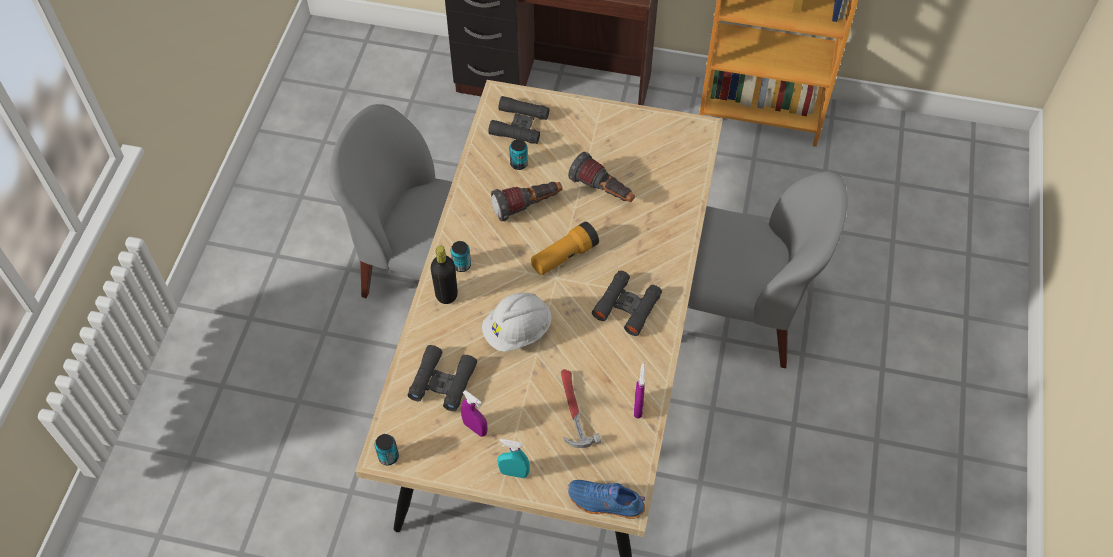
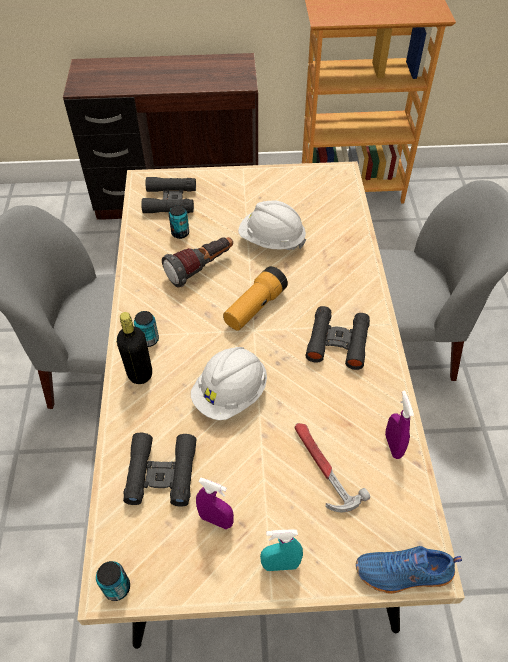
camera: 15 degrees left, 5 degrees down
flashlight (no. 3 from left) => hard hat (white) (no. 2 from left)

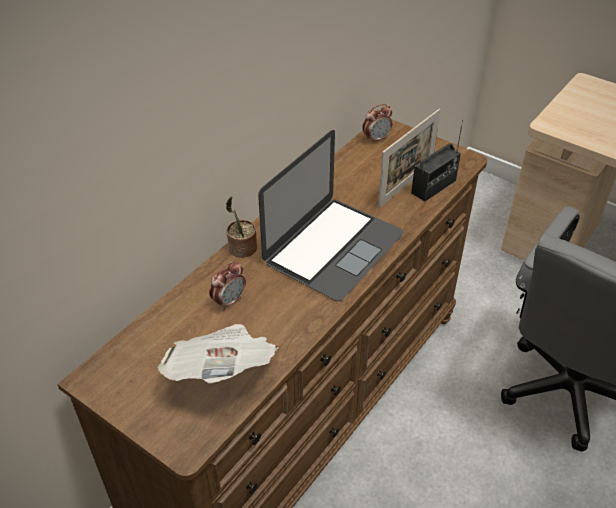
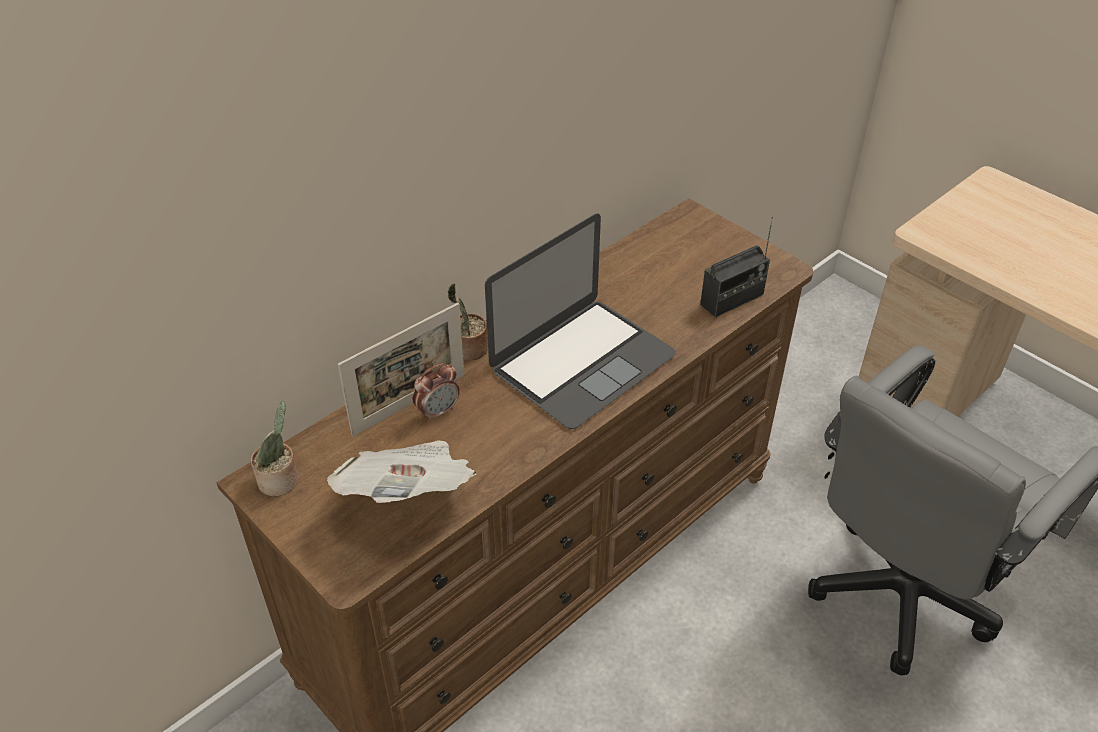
camera: 10 degrees right, 0 degrees up
alarm clock (no. 2 from left) => nothing
picture frame, shifted
nothing => potted plant (no. 1 from left)

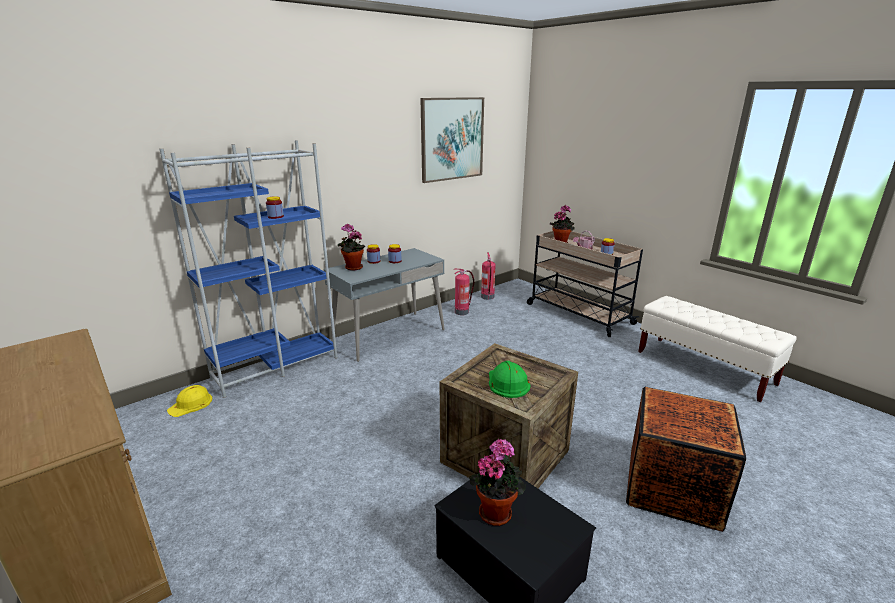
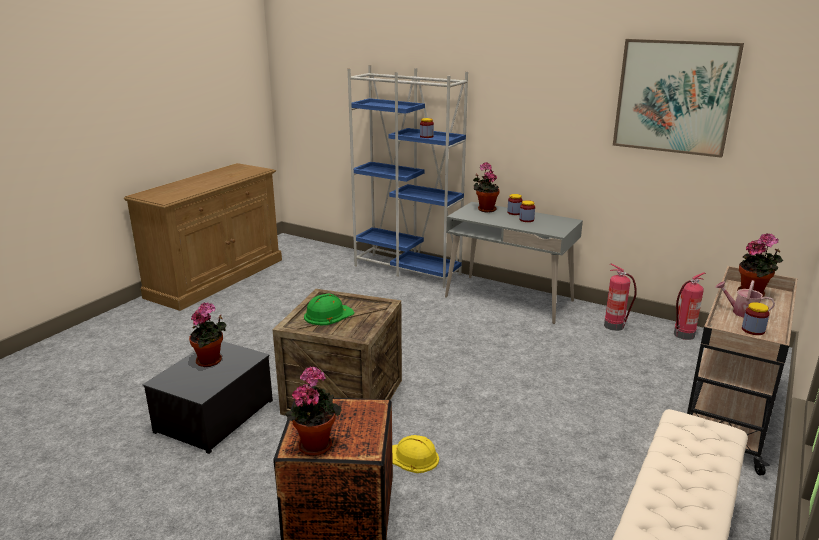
camera: 70 degrees right, 0 degrees up
hard hat (yellow), shifted
nothing => potted plant (no. 2 from left)

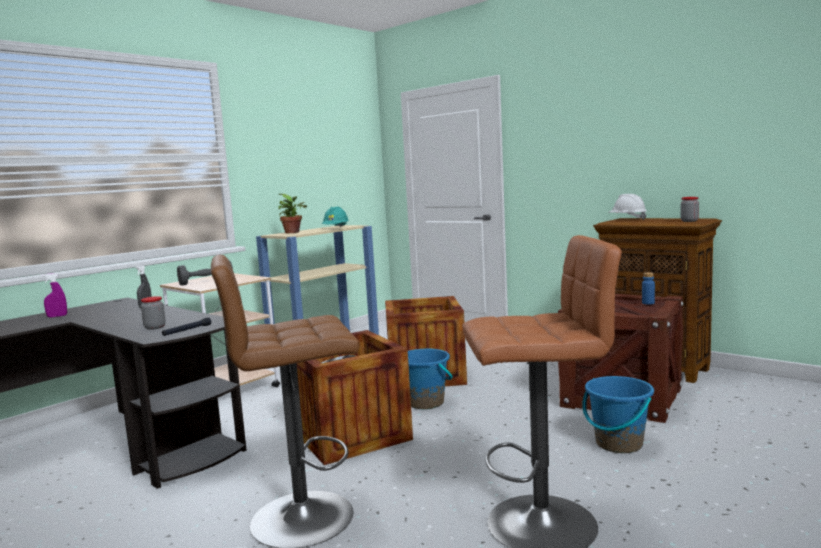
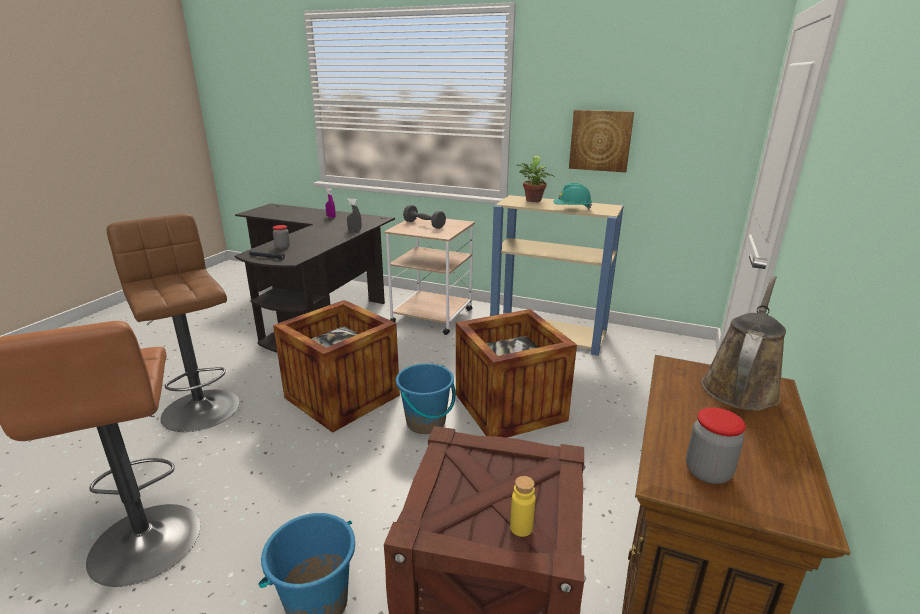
camera: 70 degrees right, 15 degrees up
hard hat (white) => watering can (brown)
bottle (blue) => bottle (yellow)
nothing => picture

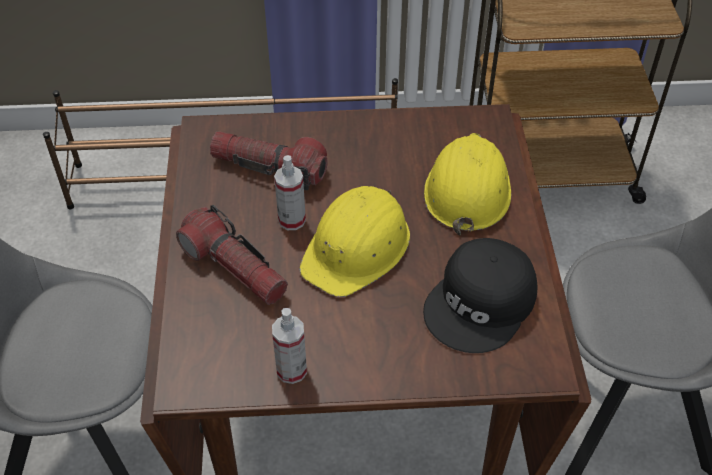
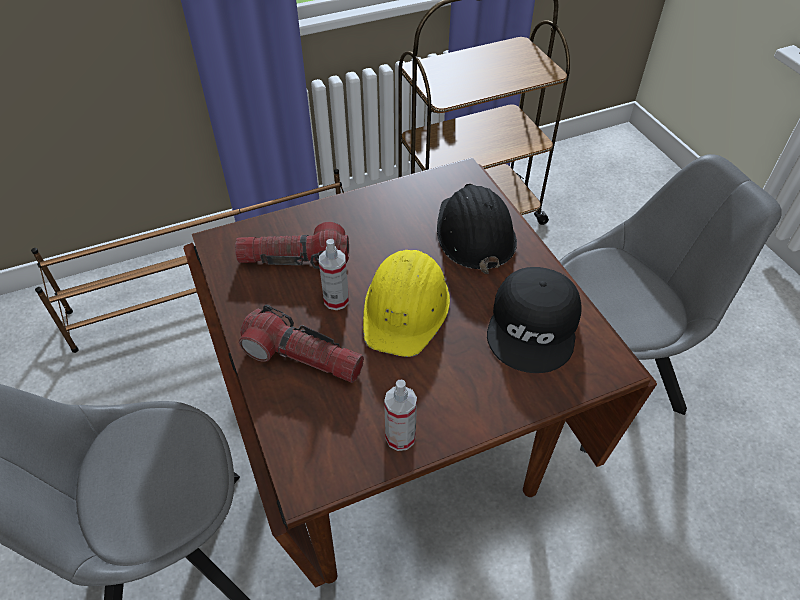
camera: 20 degrees left, 0 degrees up
hard hat (yellow) (no. 2 from left) => hard hat (black)

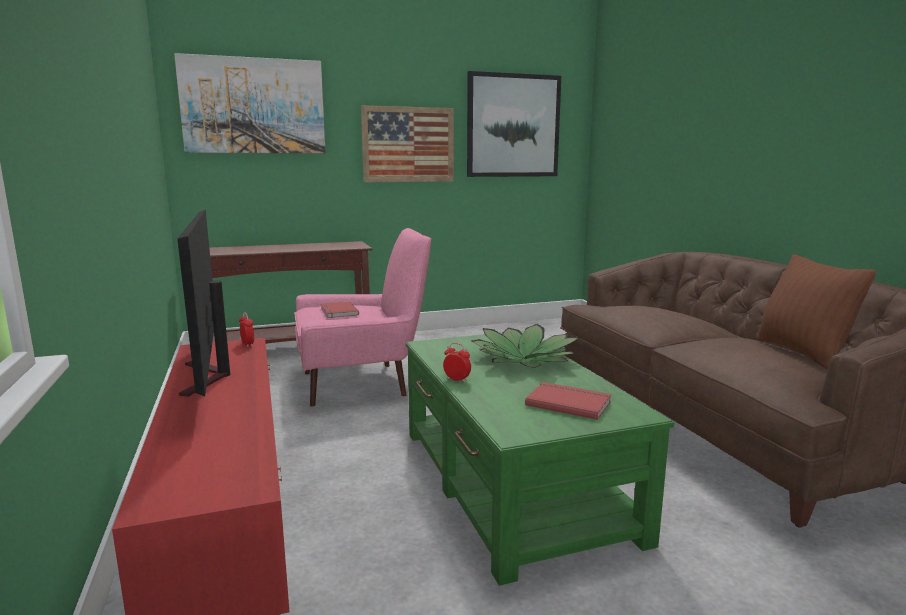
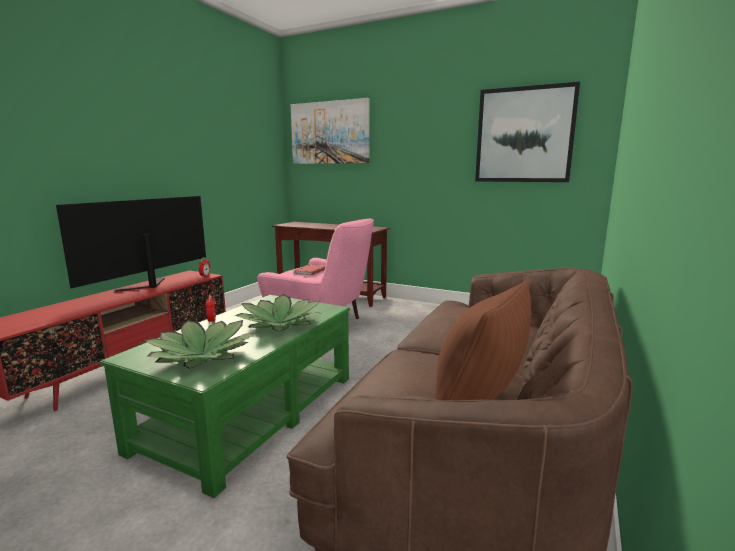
camera: 45 degrees right, 0 degrees up
picture (no. 2 from left) => nothing
book (red) (no. 2 from left) => potted plant (no. 1 from left)

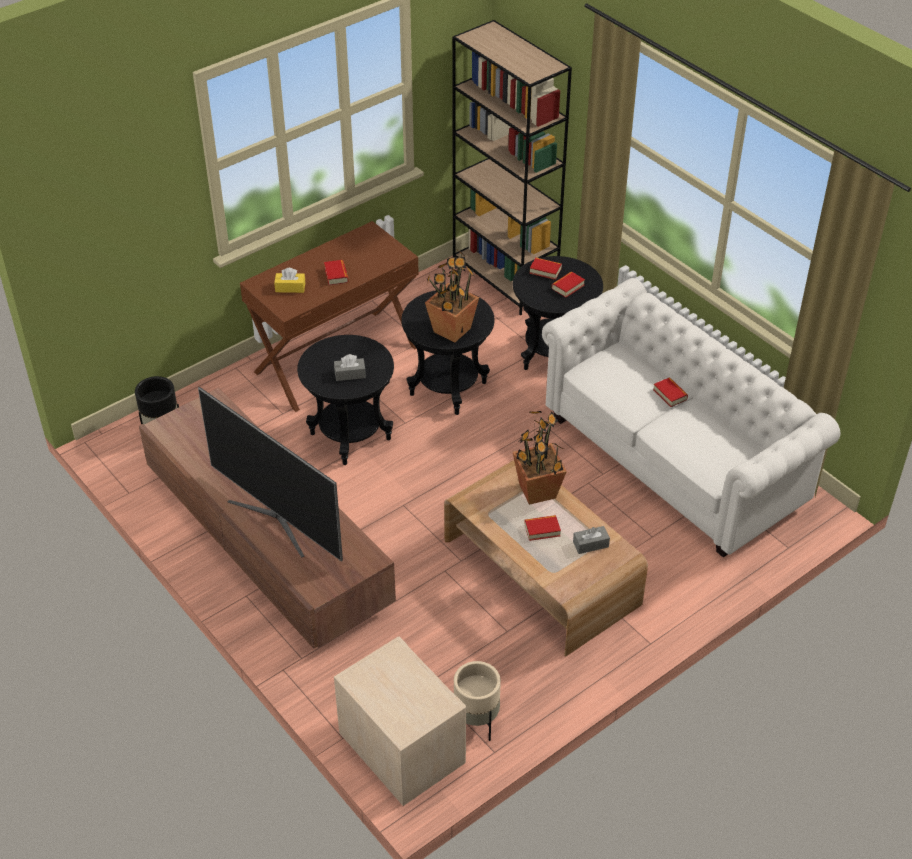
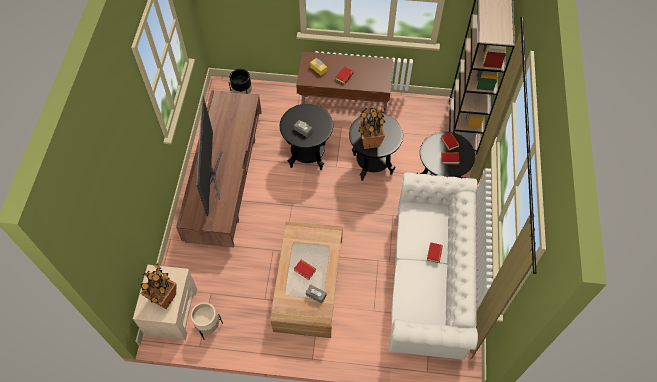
camera: 45 degrees right, 15 degrees up
potted plant (no. 2 from left in the first image) => potted plant (no. 1 from left), shifted

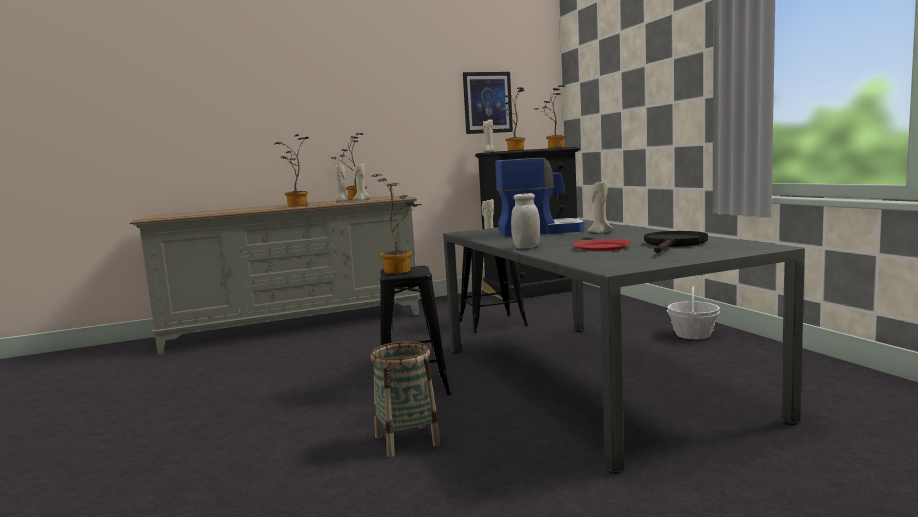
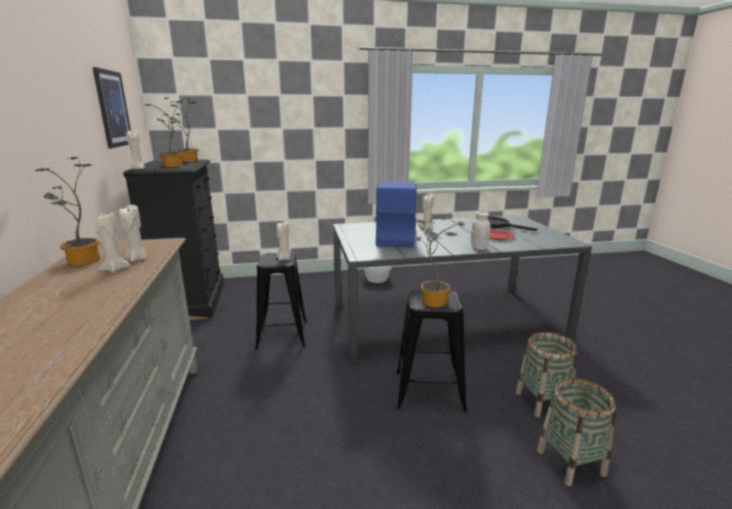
camera: 80 degrees left, 10 degrees up
potted plant (no. 1 from left) => nothing
nothing => basket (no. 3 from left)

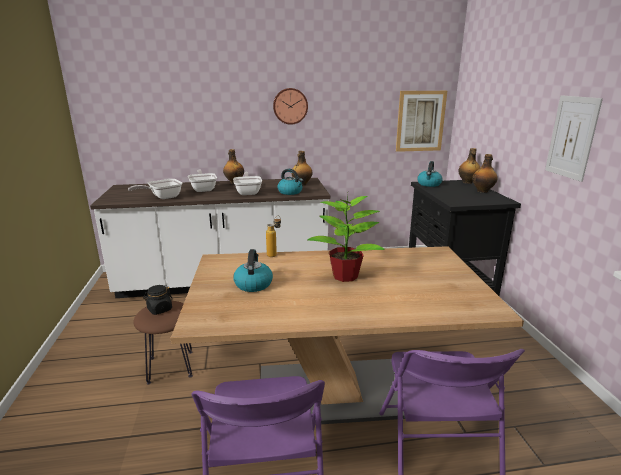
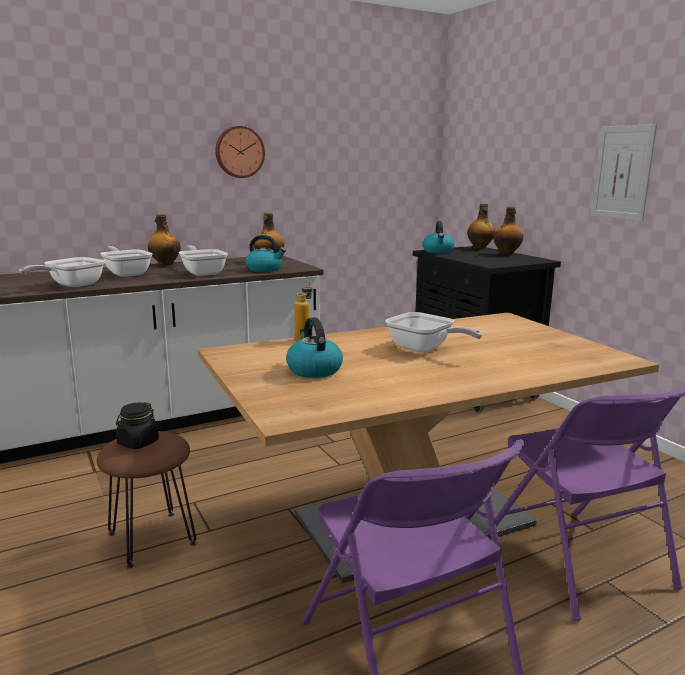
camera: 20 degrees left, 5 degrees down
picture (no. 1 from left) => nothing
potted plant => frying pan (no. 4 from left)

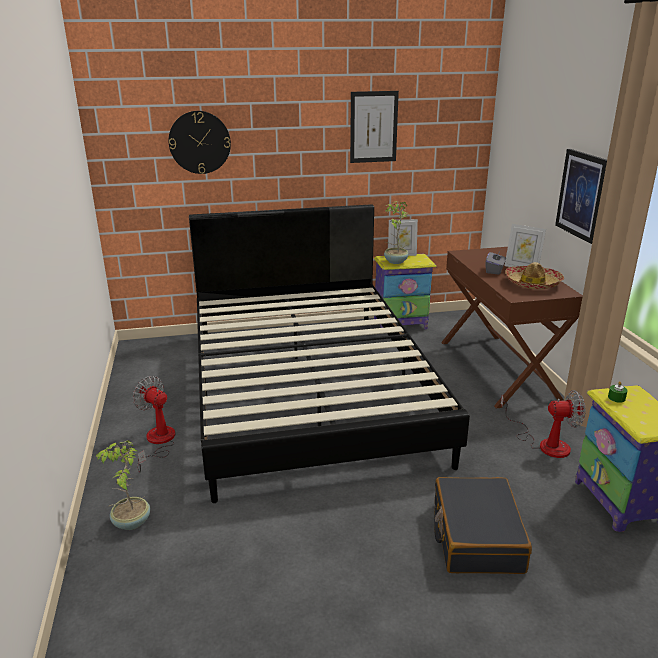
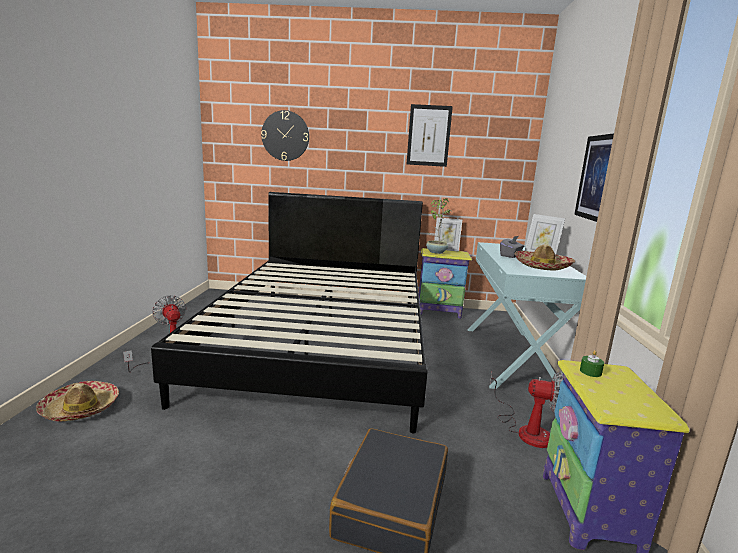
camera: 15 degrees right, 10 degrees down
desk (brown) => desk (turquoise)
potted plant (no. 1 from left) => hat (no. 1 from left)

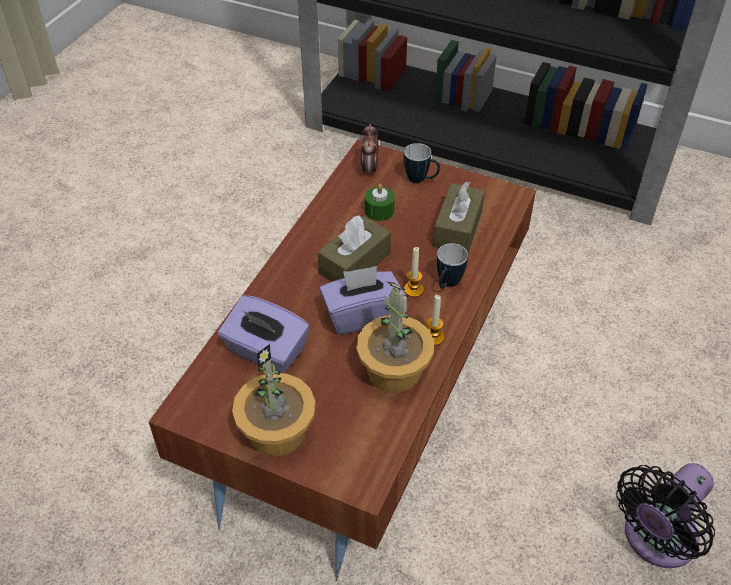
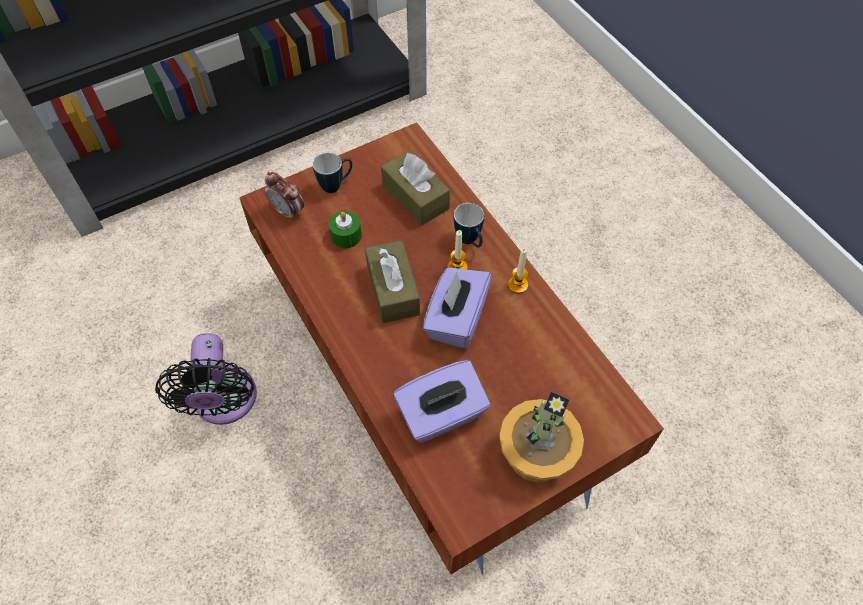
camera: 55 degrees left, 10 degrees up
potted plant (no. 2 from left) => nothing
fan (black), shifted

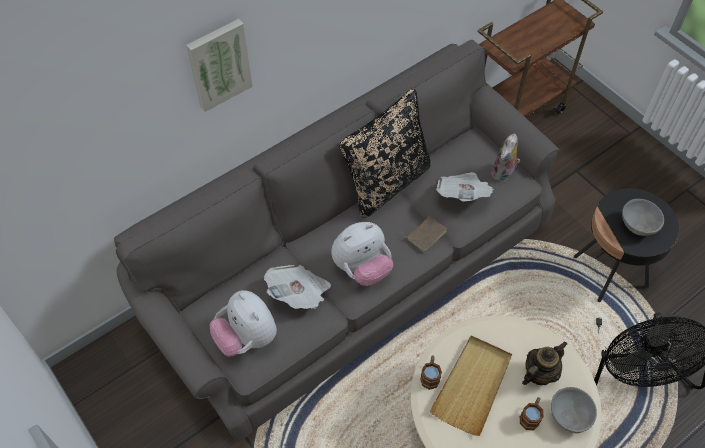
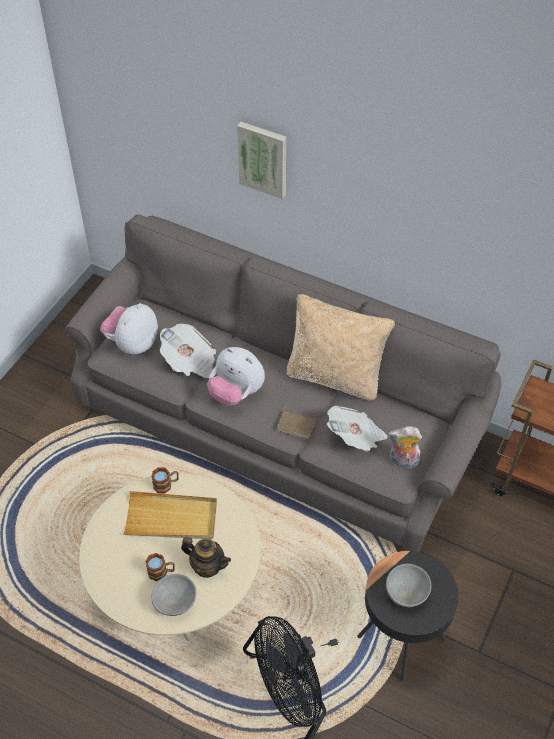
camera: 65 degrees right, 5 degrees down
pillow (black) => pillow (beige)

